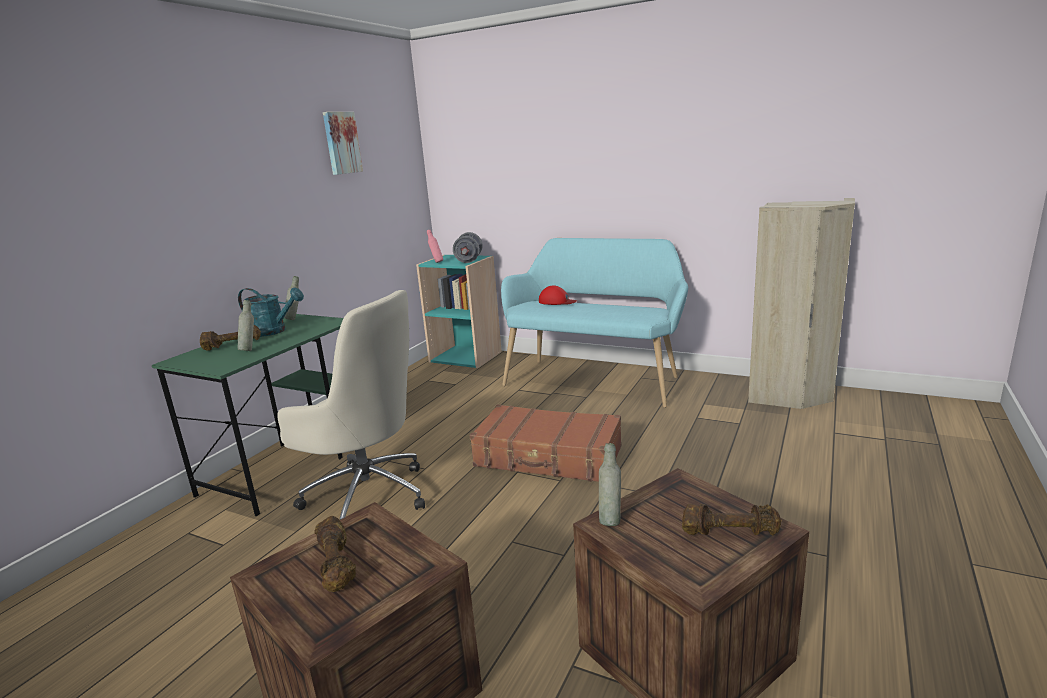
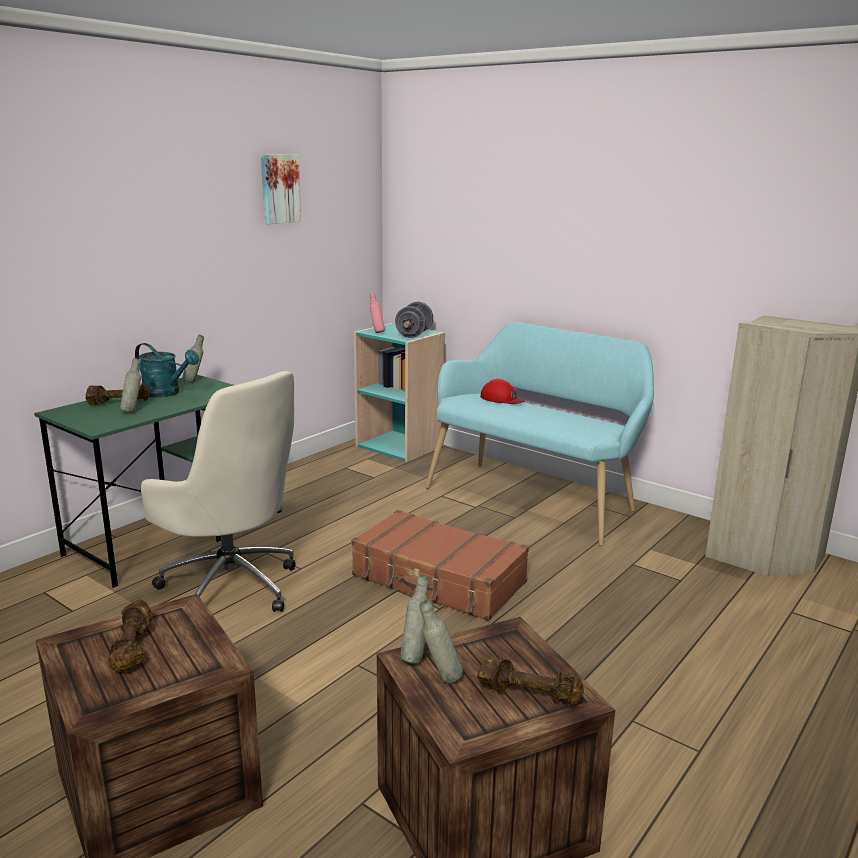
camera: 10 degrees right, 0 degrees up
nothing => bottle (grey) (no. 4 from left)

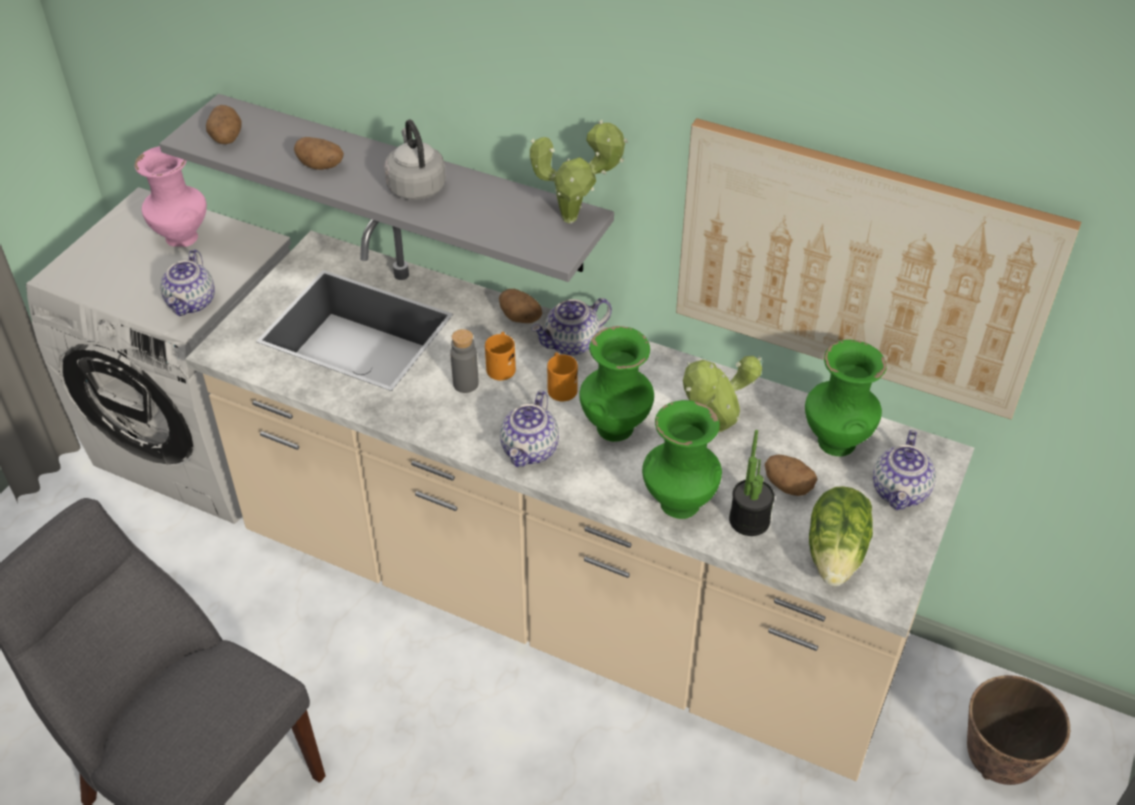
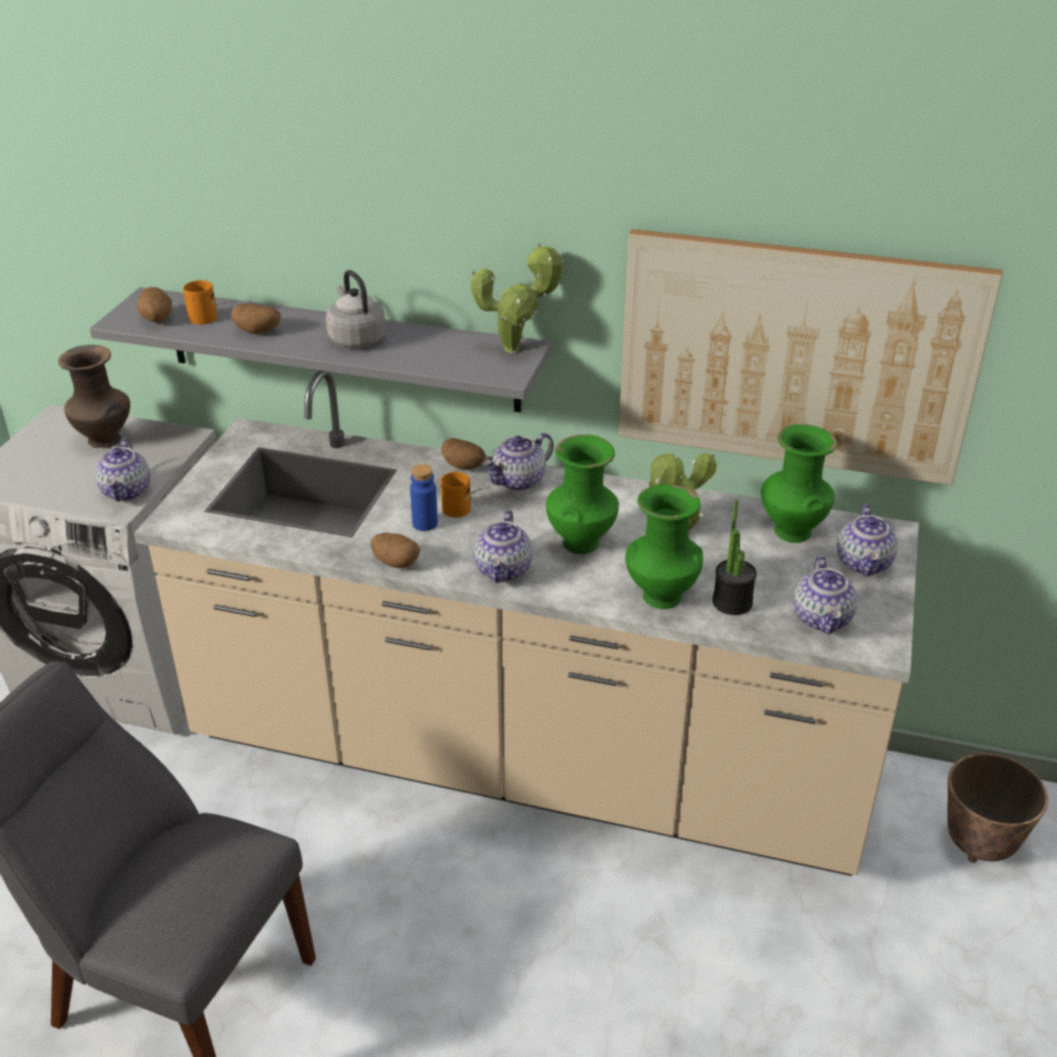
camera: 10 degrees left, 10 degrees down
vase (pink) => vase (brown)
bottle (grey) => bottle (blue)
mug (orange) (no. 2 from left in the first image) => mug (orange) (no. 1 from left), shifted
potato (no. 4 from left in the first image) => potato (no. 3 from left), shifted
lettuce => teapot (no. 4 from left)

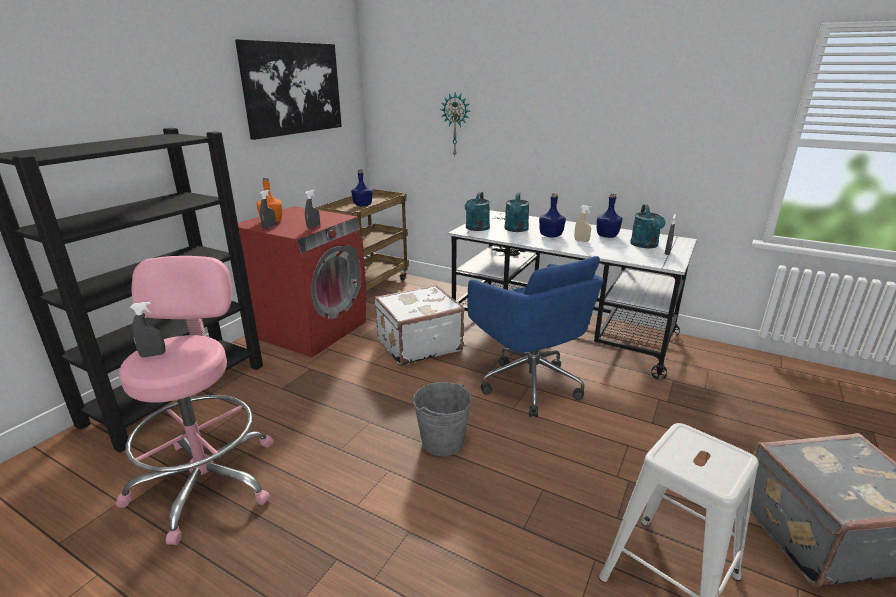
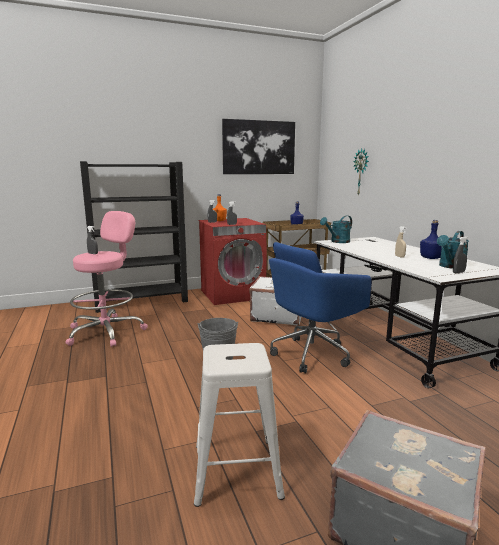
camera: 40 degrees right, 10 degrees down
watering can (turquoise) (no. 2 from left) => nothing
bottle (blue) (no. 2 from left) => nothing
office chair (blue), 45 degrees clockwise

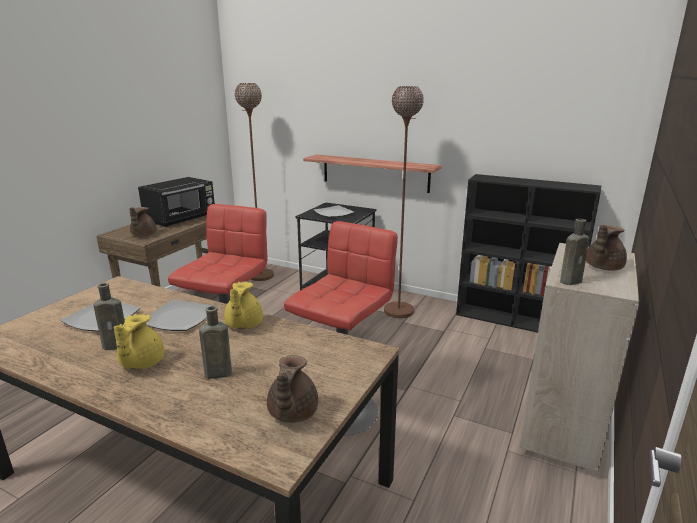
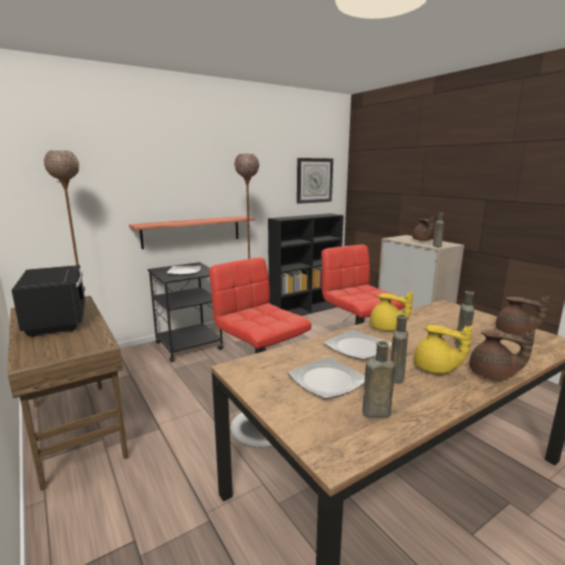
camera: 60 degrees left, 5 degrees down
teapot (brown) (no. 1 from left in the first image) => teapot (brown) (no. 2 from left), shifted
nothing => wall clock
nothing => bottle (brown) (no. 1 from left)

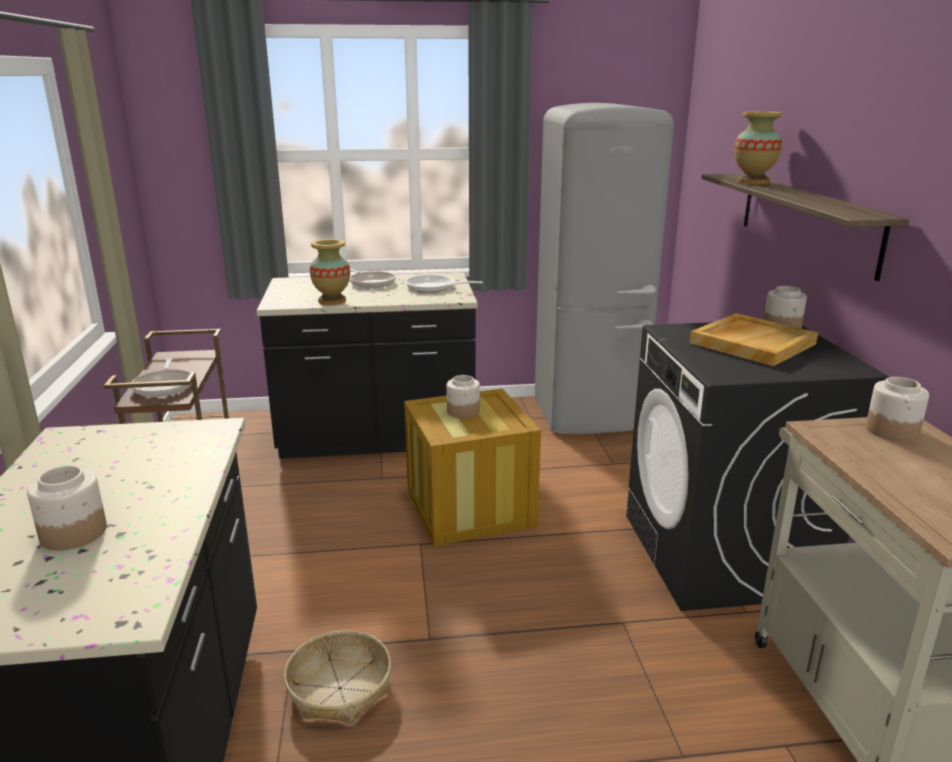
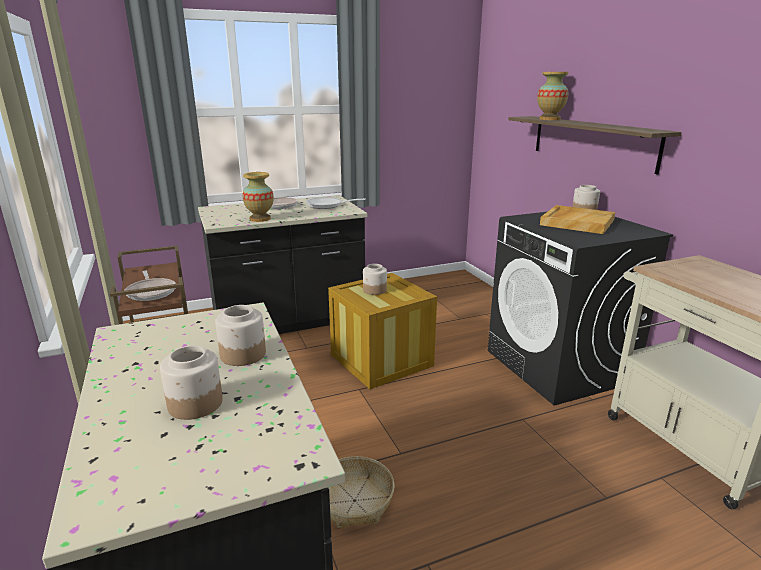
camera: 15 degrees left, 0 degrees up
fridge (grey) => nothing
jar (no. 4 from left in the first image) => jar (no. 2 from left), shifted

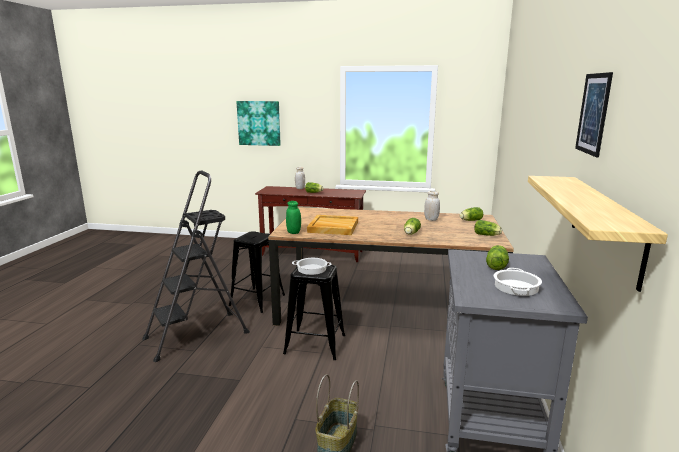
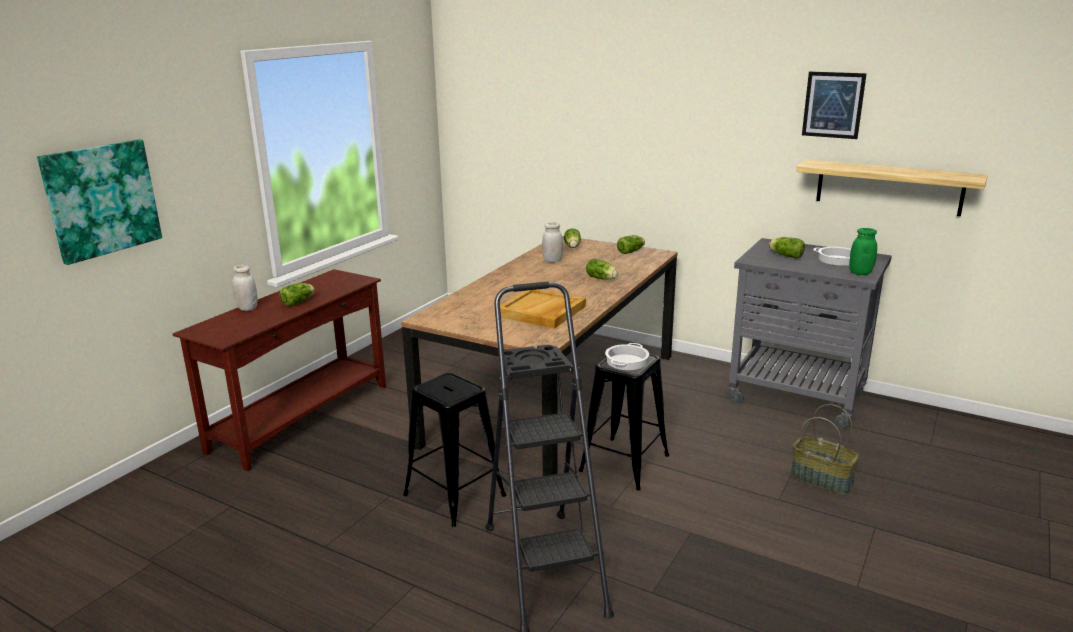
camera: 70 degrees left, 5 degrees up
jar (green), shifted

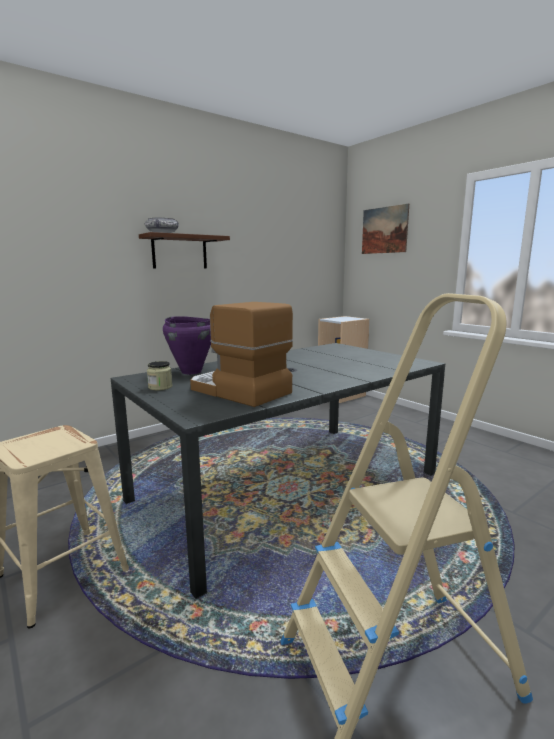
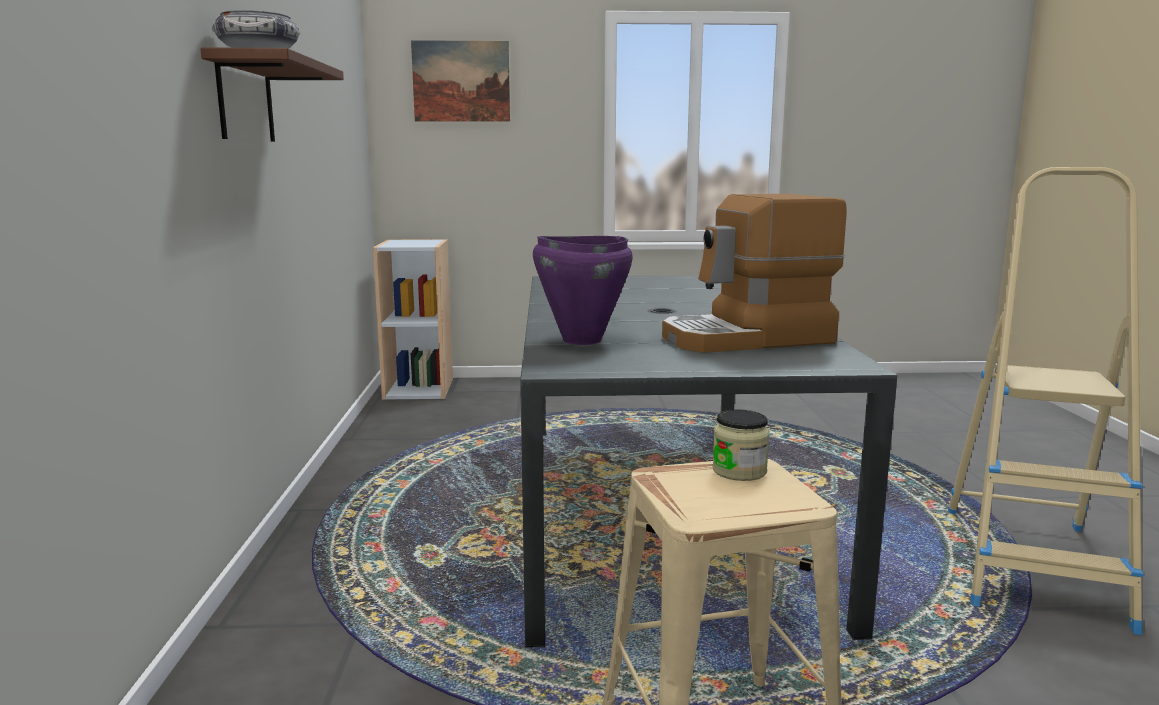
camera: 55 degrees left, 0 degrees up
jar, shifted

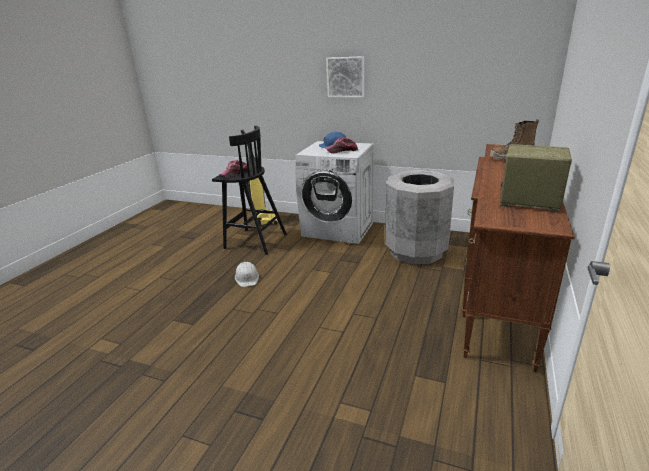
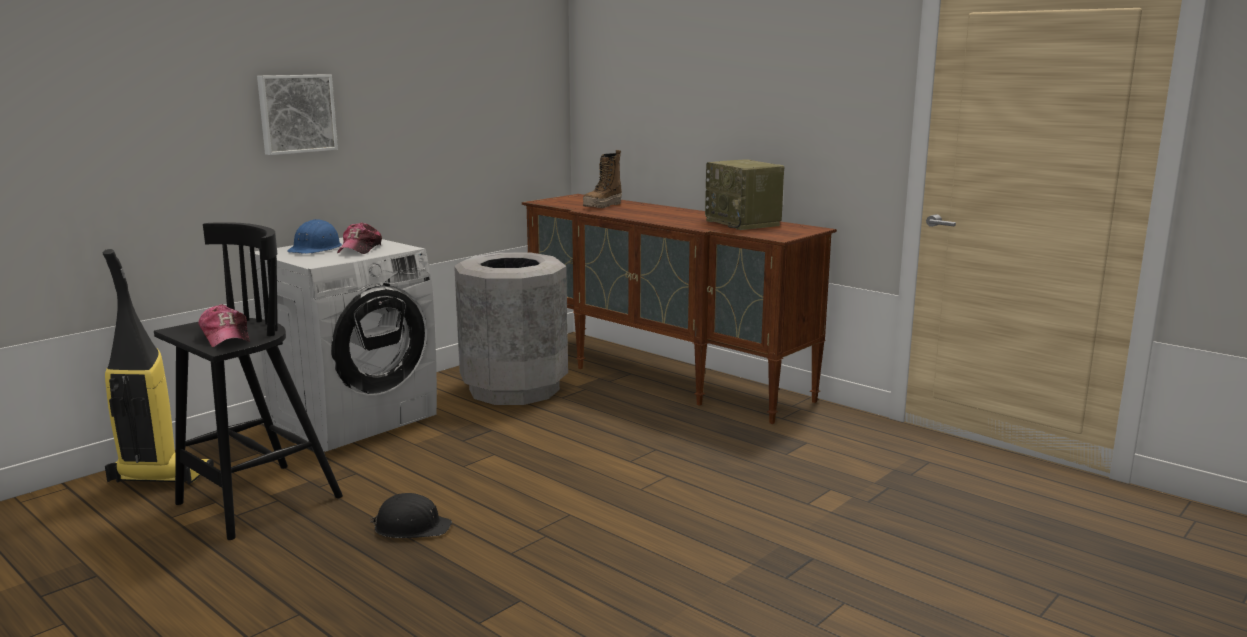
camera: 70 degrees left, 10 degrees down
radio, 75 degrees counterclockwise
hard hat (white) => hard hat (black)

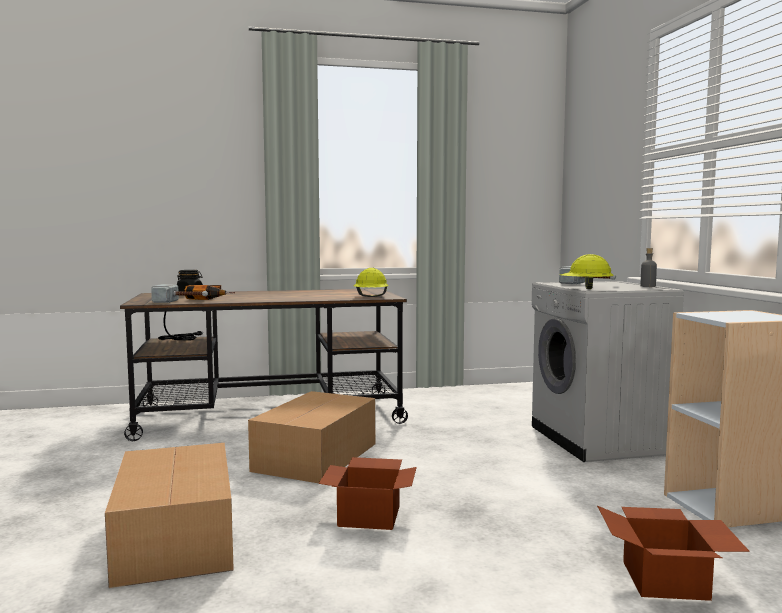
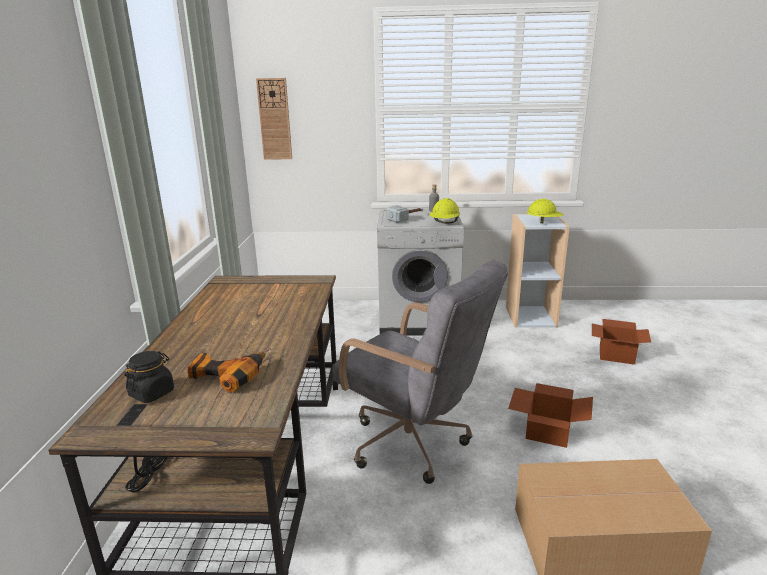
camera: 75 degrees left, 15 degrees up
hard hat (yellow) (no. 1 from left in the first image) => hard hat (yellow) (no. 2 from left), shifted
hammer (no. 1 from left) => nothing
cardboard box (no. 2 from left) => office chair (grey)
nothing => wall clock

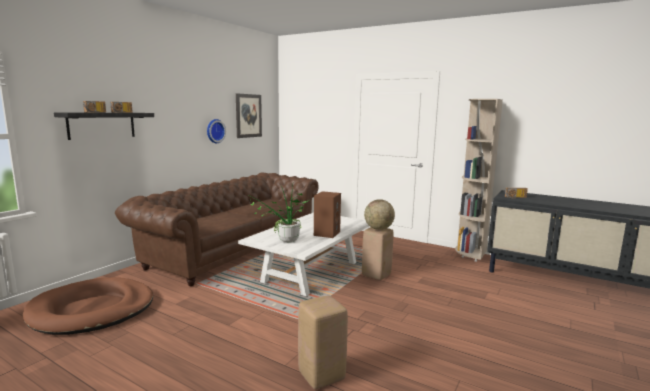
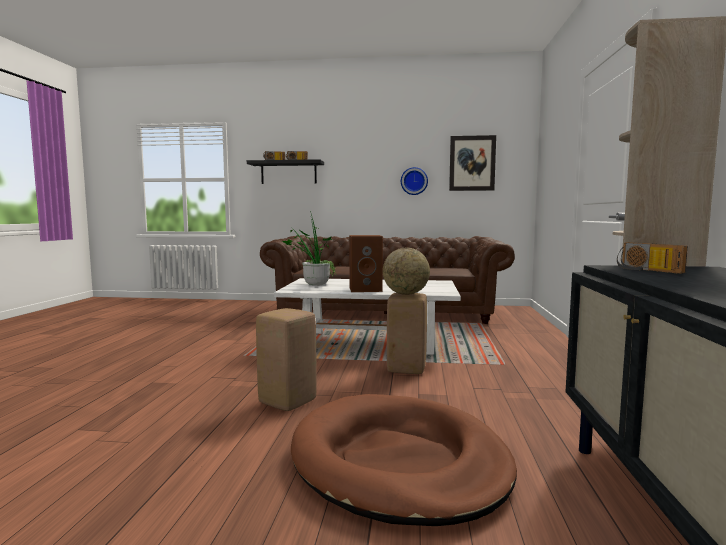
camera: 65 degrees right, 5 degrees down
dog bed (brown), shifted
stool (beige) (no. 1 from left), shifted

